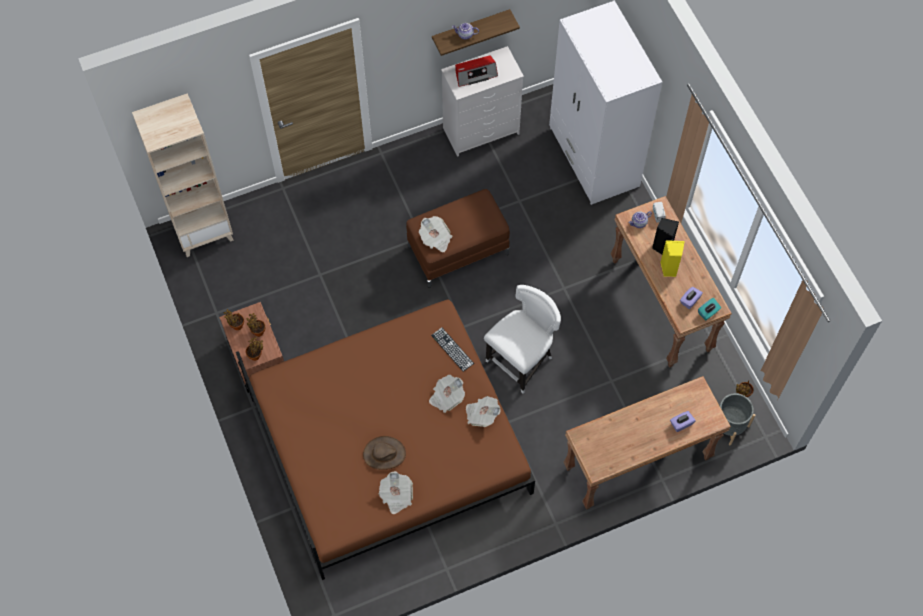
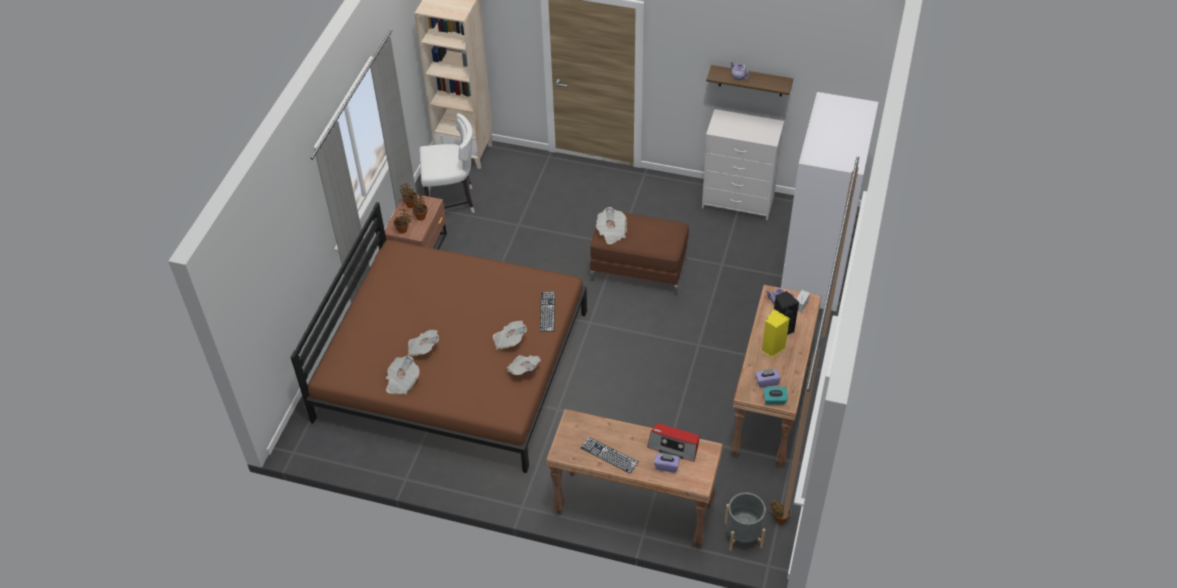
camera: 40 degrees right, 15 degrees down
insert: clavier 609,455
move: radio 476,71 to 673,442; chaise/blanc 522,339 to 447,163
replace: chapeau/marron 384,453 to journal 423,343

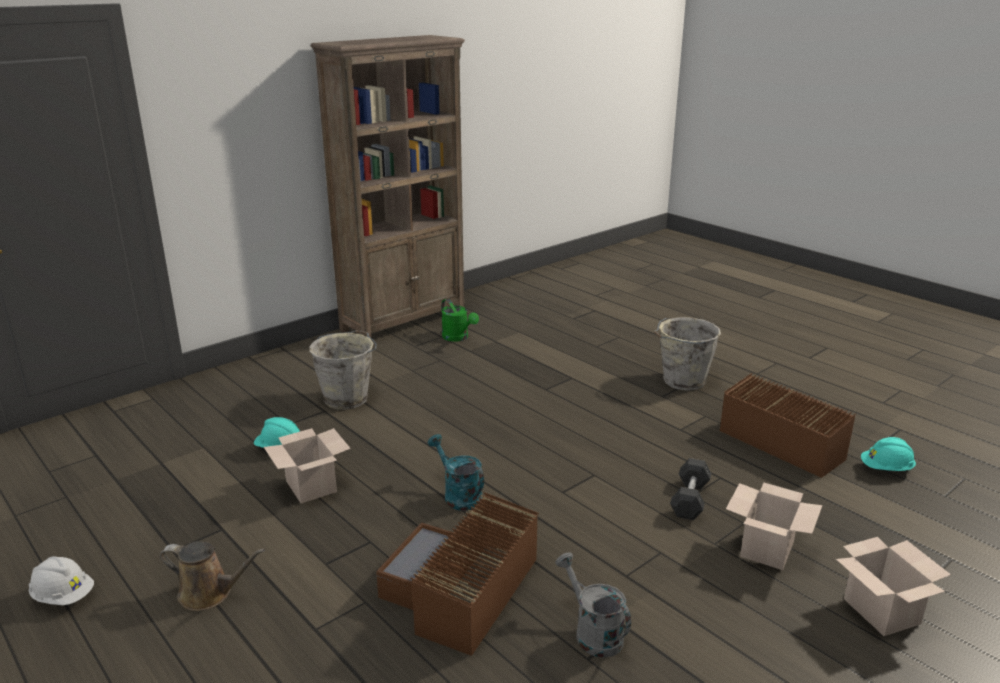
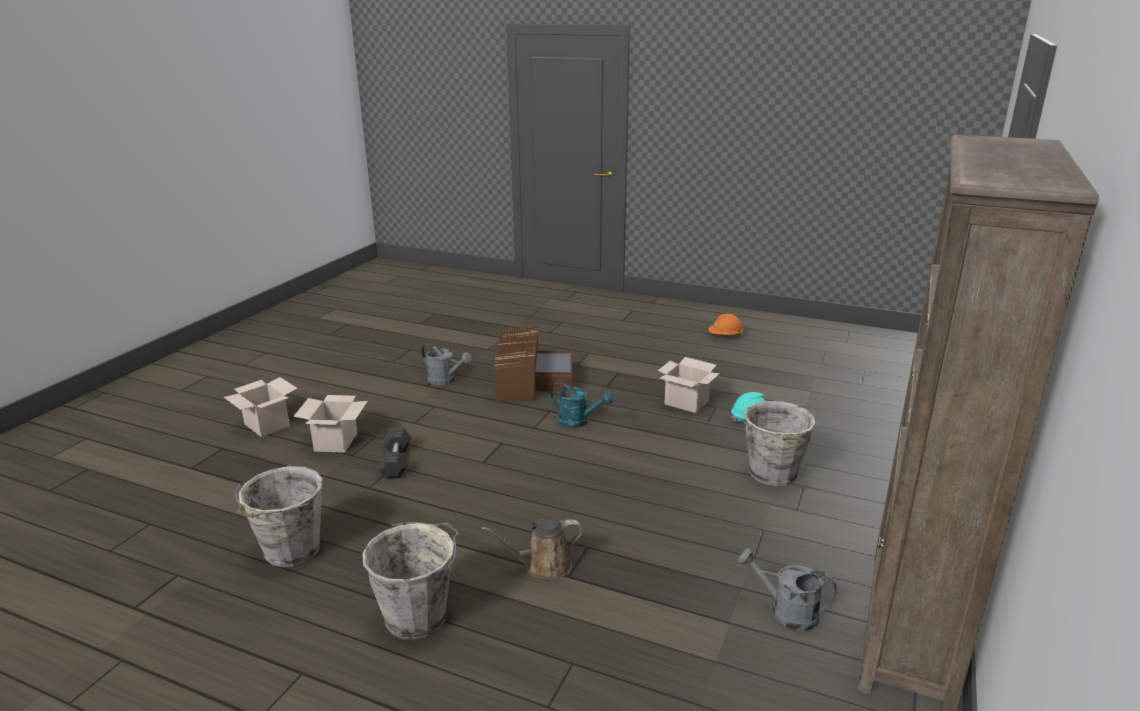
camera: 155 degrees right, 0 degrees up
delete: casque de chantier/turquoise 888,454
move: arrosoir/marron 212,576 to 532,549
replace: boîte de rangement/marron 788,425 to seau/gris 279,516
recolor: arrosoir/vert 460,320 to arrosoir/gris 787,589; casque de chantier/blanc 61,580 to casque de chantier/orange 726,325

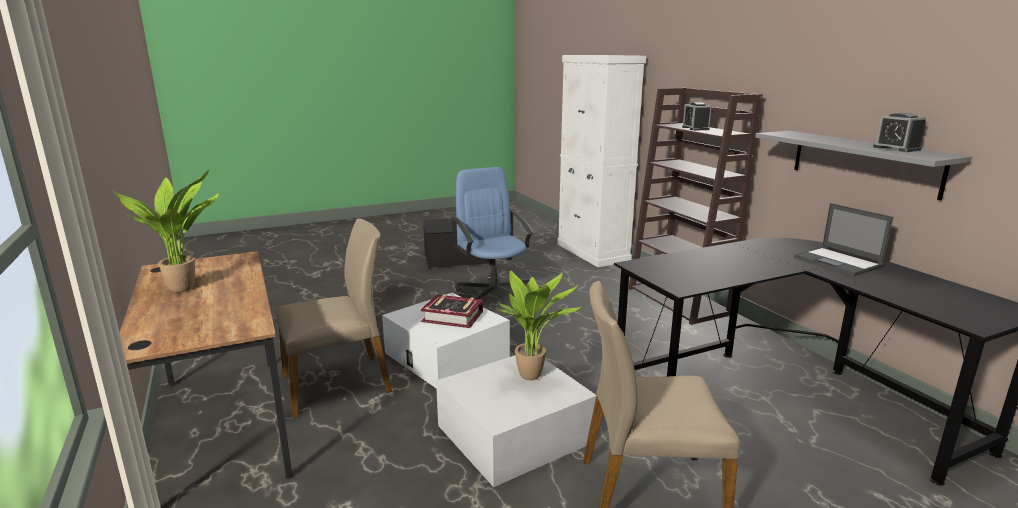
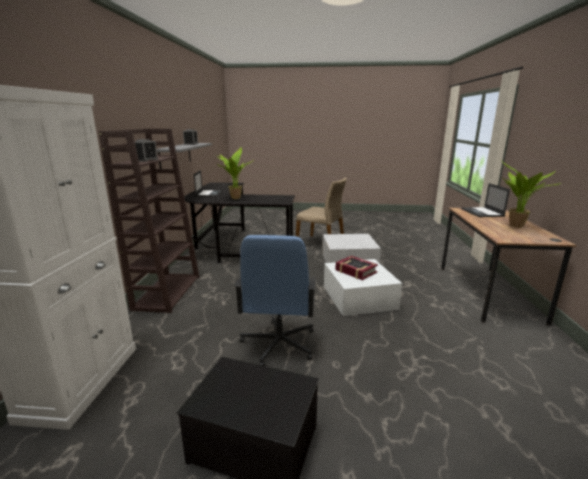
camera: 150 degrees left, 0 degrees up
delete: chaise/beige 334,318
insert: ordinateur portable 485,200
move: plante en pot 539,325 to 234,173

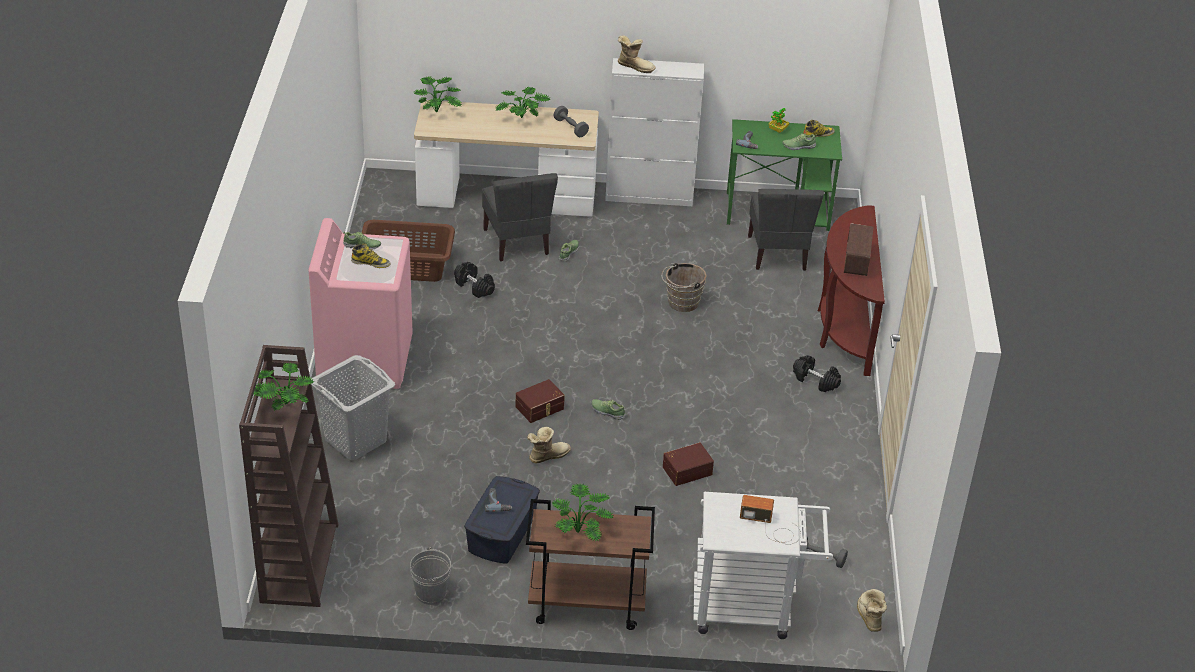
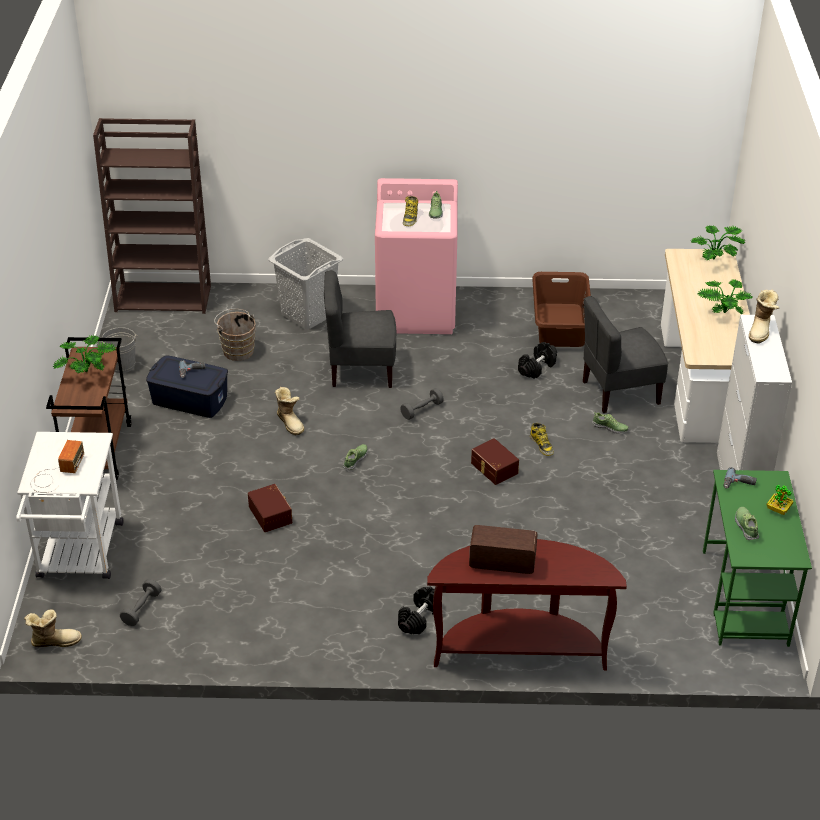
camera: 90 degrees right, 0 degrees up
delete: plante en pot 284,386
move: haltère/gris 571,121 to 422,404; botte 819,128 to 542,439; chaise/gris 786,230 to 360,329; seau/marron 684,287 to 235,335; boîte de rangement/marron 540,401 to 495,461

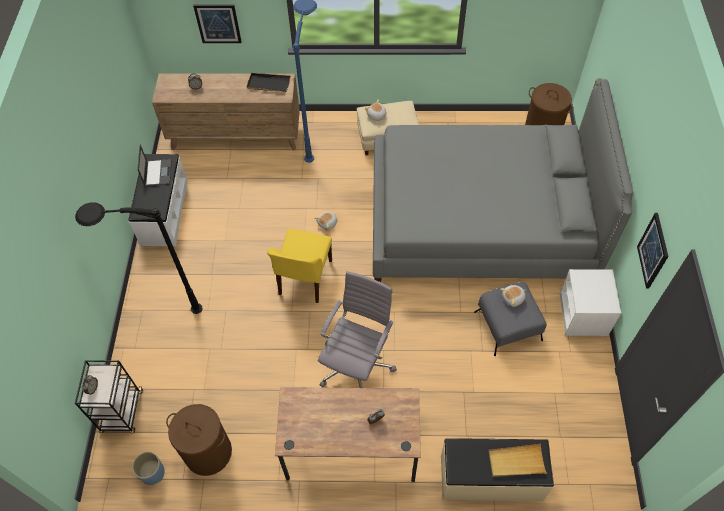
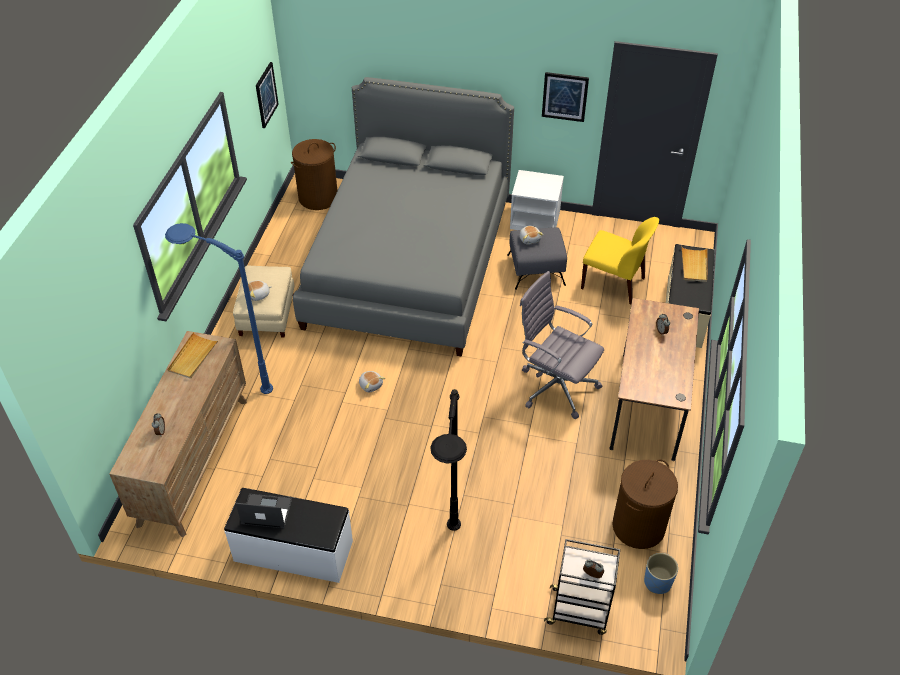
camera: 80 degrees left, 10 degrees down
move: tableau 217,23 to 267,95; chaise/jaune 299,266 to 620,260
recolor: plateau/noir 268,82 to plateau/beige 193,355

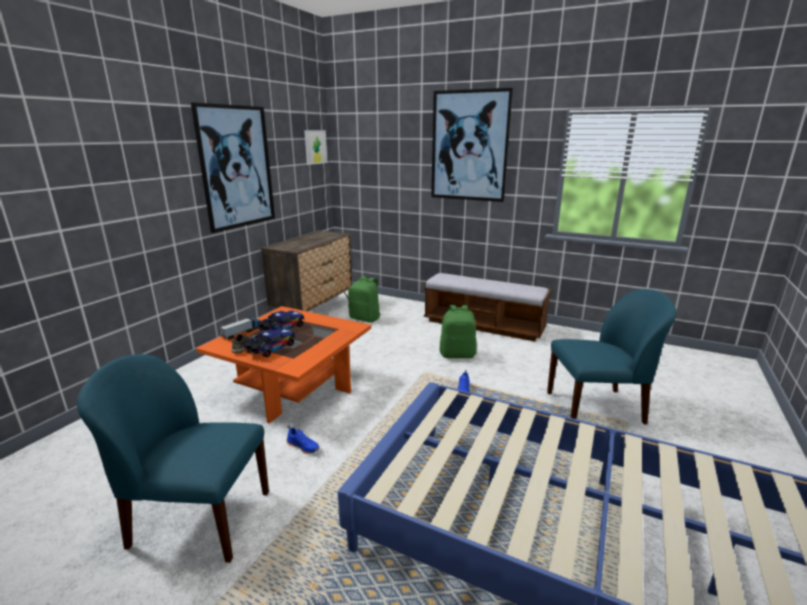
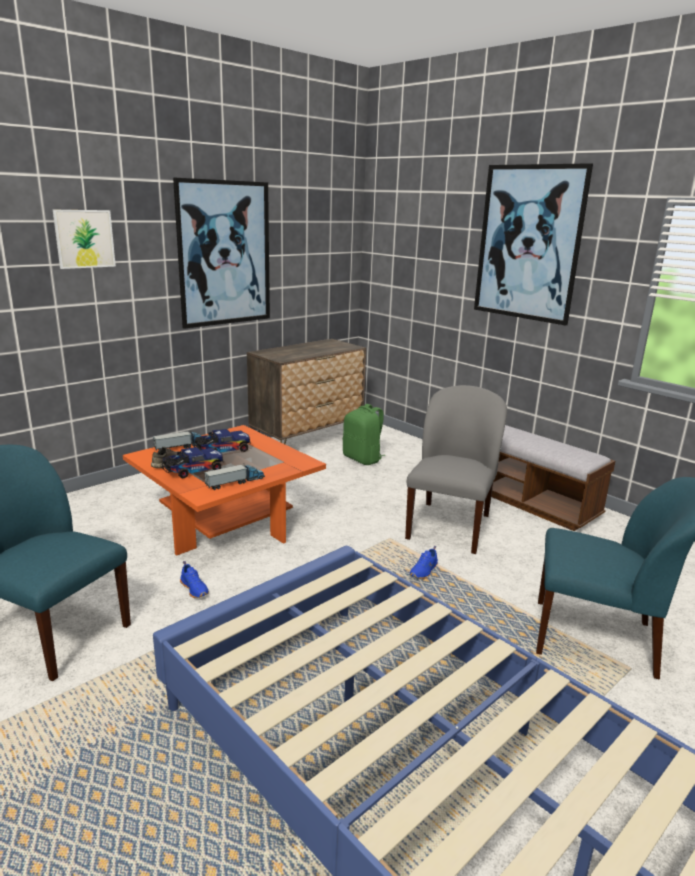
camera: 20 degrees right, 0 degrees up
insert: camion jouet 234,476
move: tableau 316,147 to 84,239
replace: sac à dos/vert 458,331 to chaise/gris 456,469

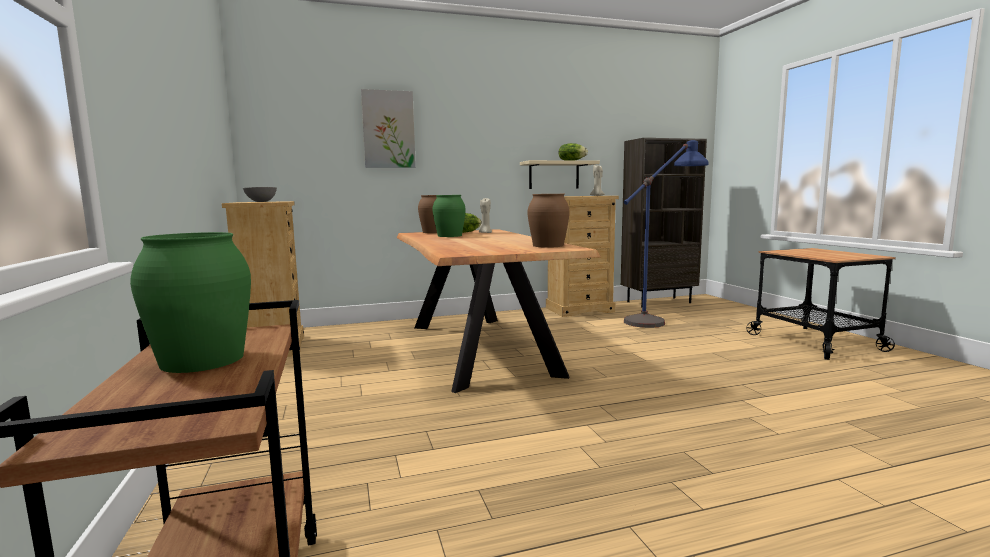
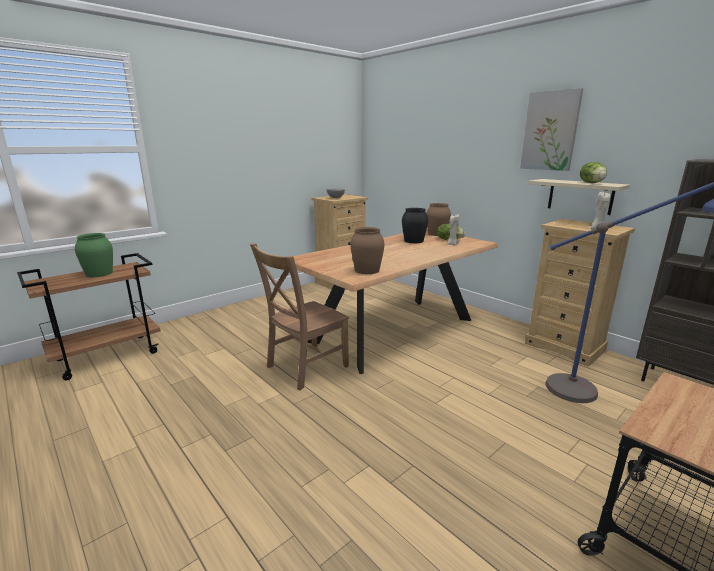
camera: 65 degrees right, 10 degrees up
insert: chaise/marron 299,316
move: tableau 388,128 to 551,129
recolor: vase/vert 449,216 to vase/noir 415,225

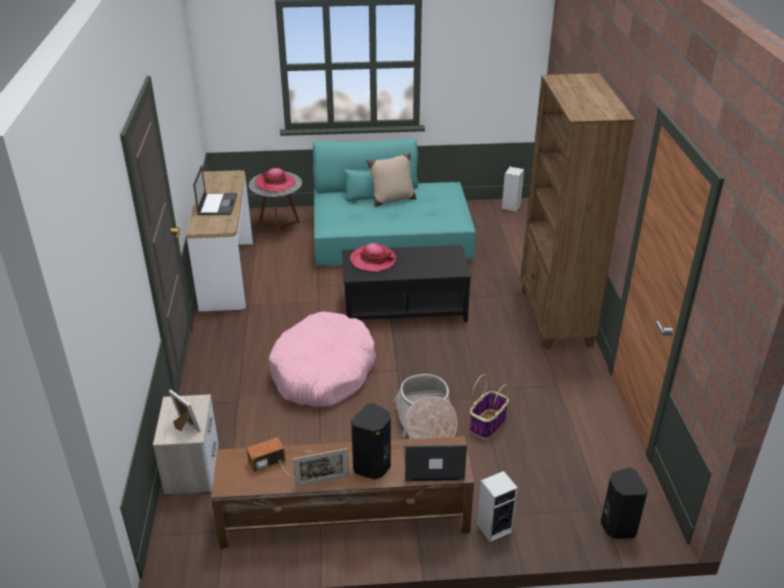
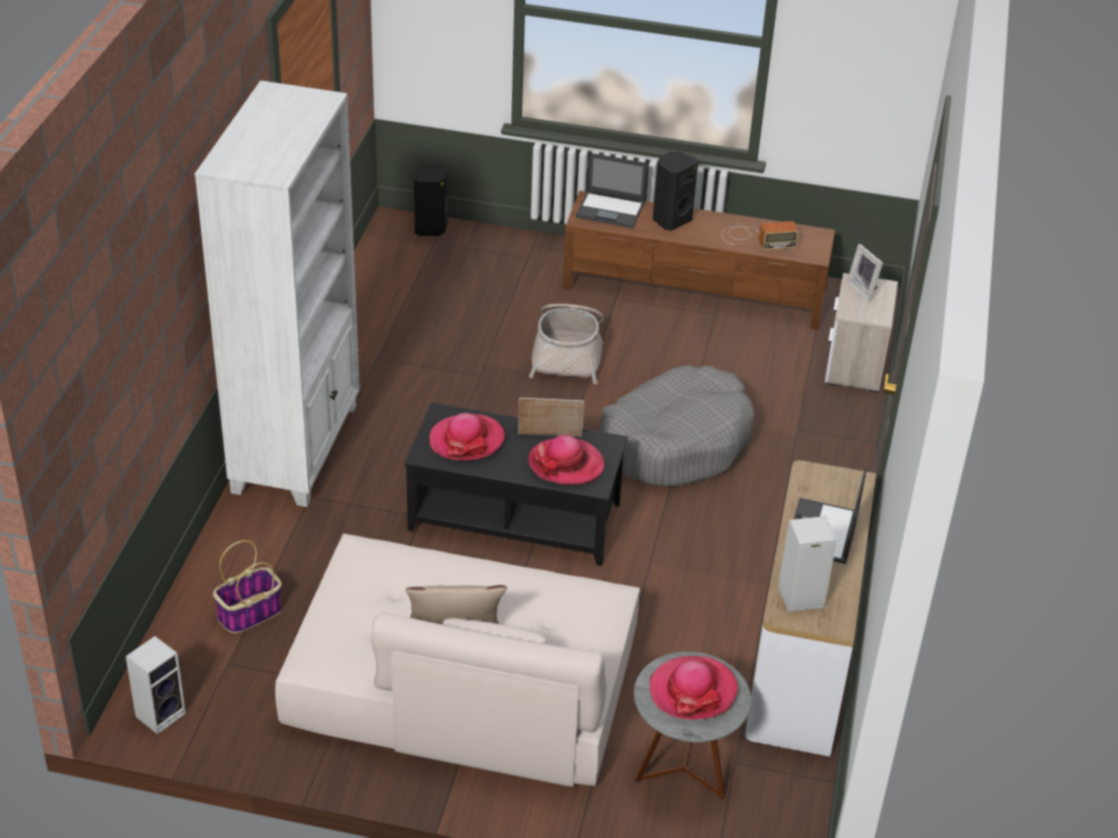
camera: 165 degrees left, 5 degrees up
insert: chapeau 467,437
move: panier 489,406 to 247,587; cadre photo 321,467 to 551,417; enceinte 497,506 to 807,564
recolor: bibliothèque/marron 577,211 to bibliothèque/blanc 277,293; canapé/turquoise 394,202 to canapé/beige 457,660; panier pour chien/rose 322,359 to panier pour chien/gris 677,426

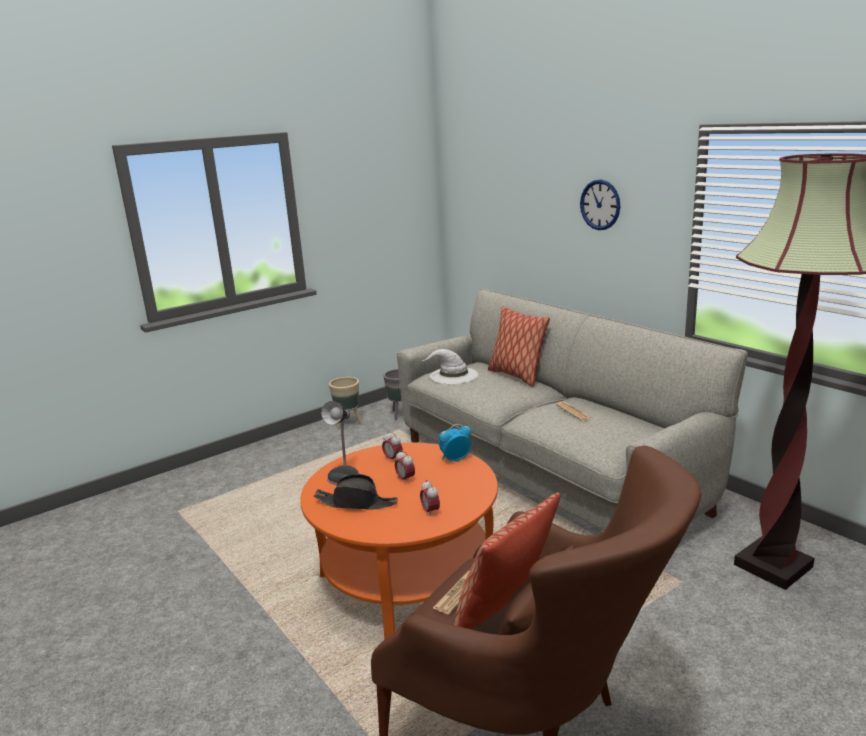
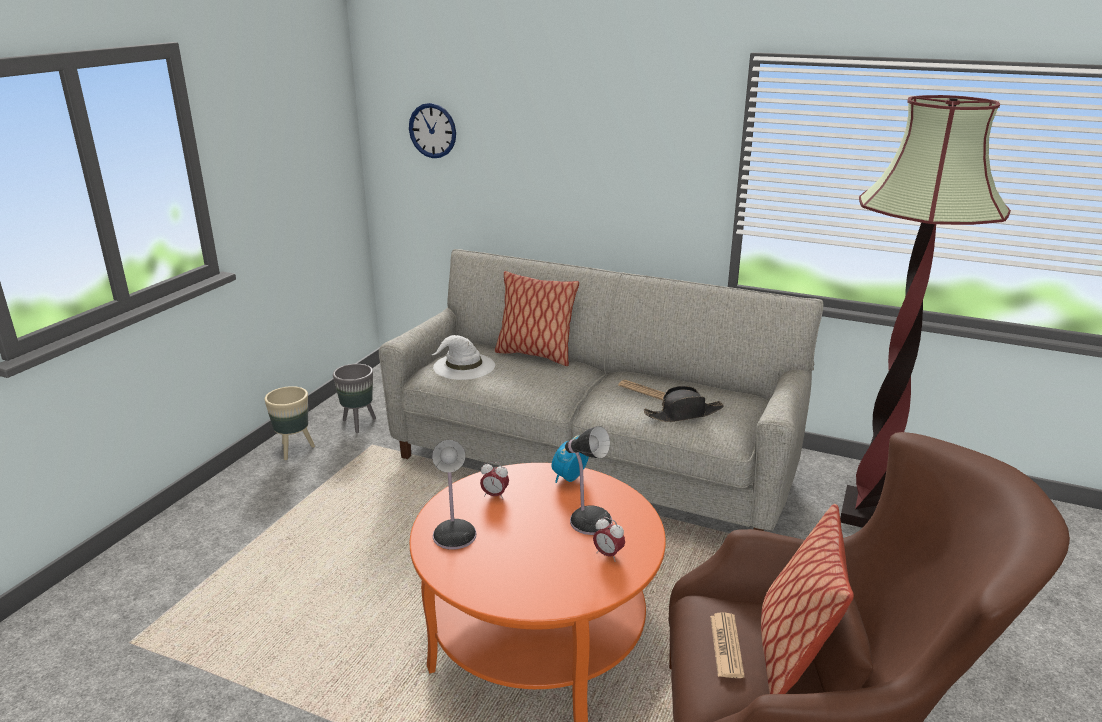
camera: 30 degrees left, 5 degrees up
delete: réveil 405,467
insert: lampe de table 589,480
move: horloge murale 600,204 to 432,130; chapeau/noir 356,492 to 684,404

